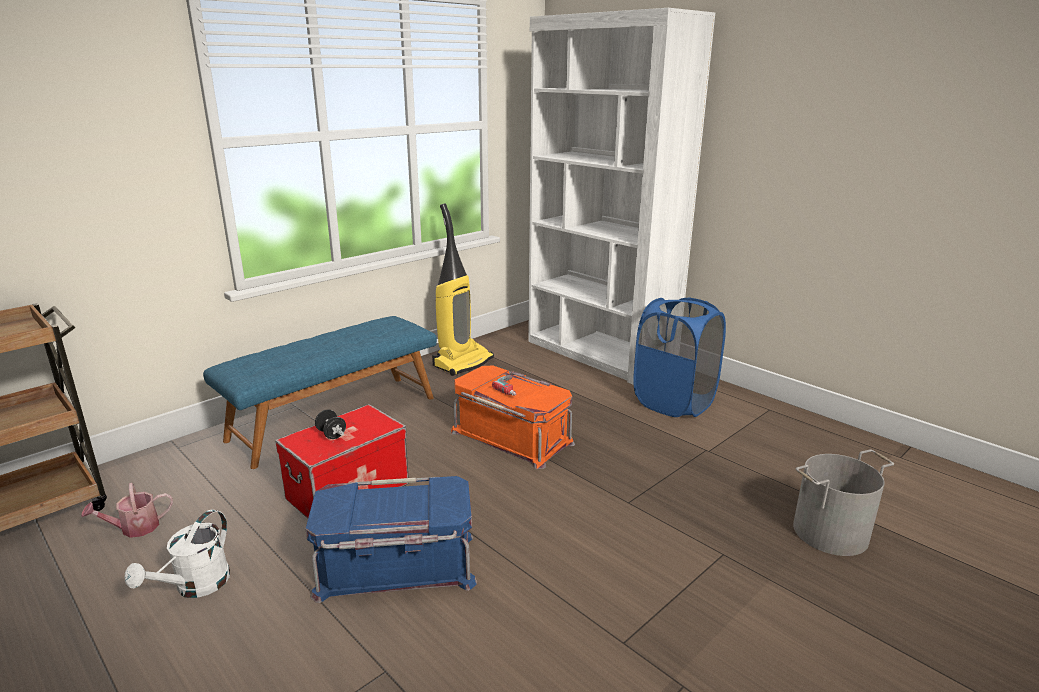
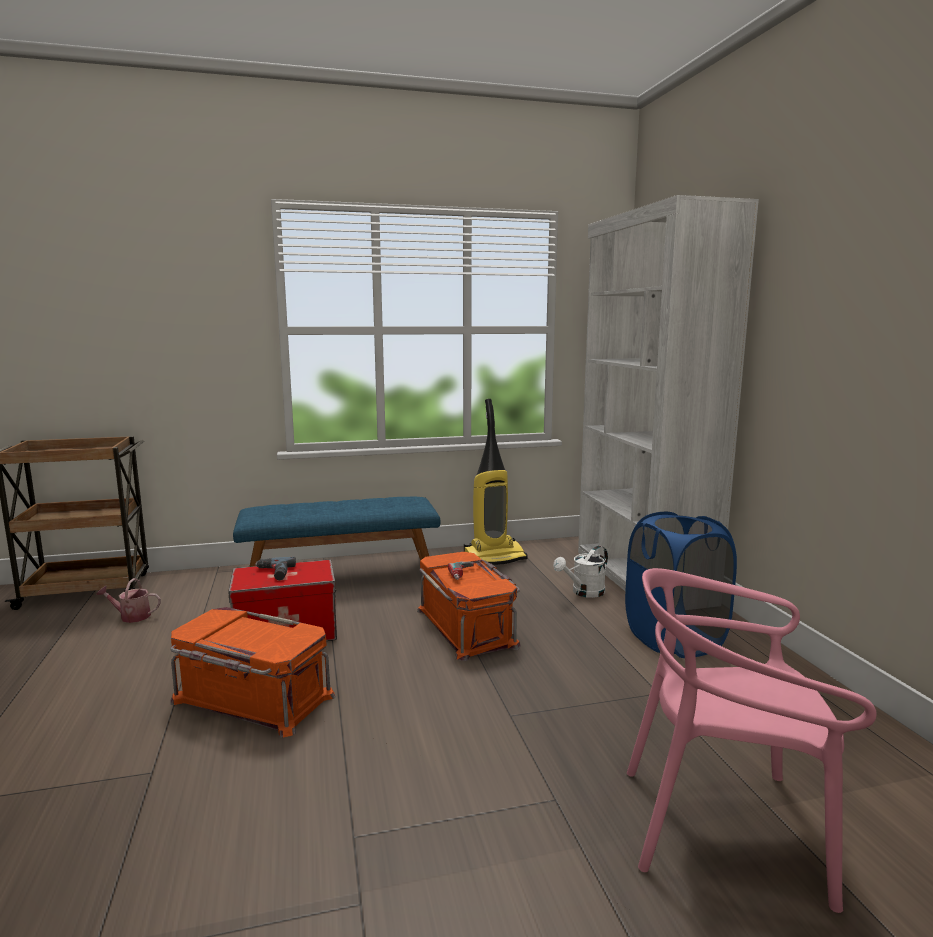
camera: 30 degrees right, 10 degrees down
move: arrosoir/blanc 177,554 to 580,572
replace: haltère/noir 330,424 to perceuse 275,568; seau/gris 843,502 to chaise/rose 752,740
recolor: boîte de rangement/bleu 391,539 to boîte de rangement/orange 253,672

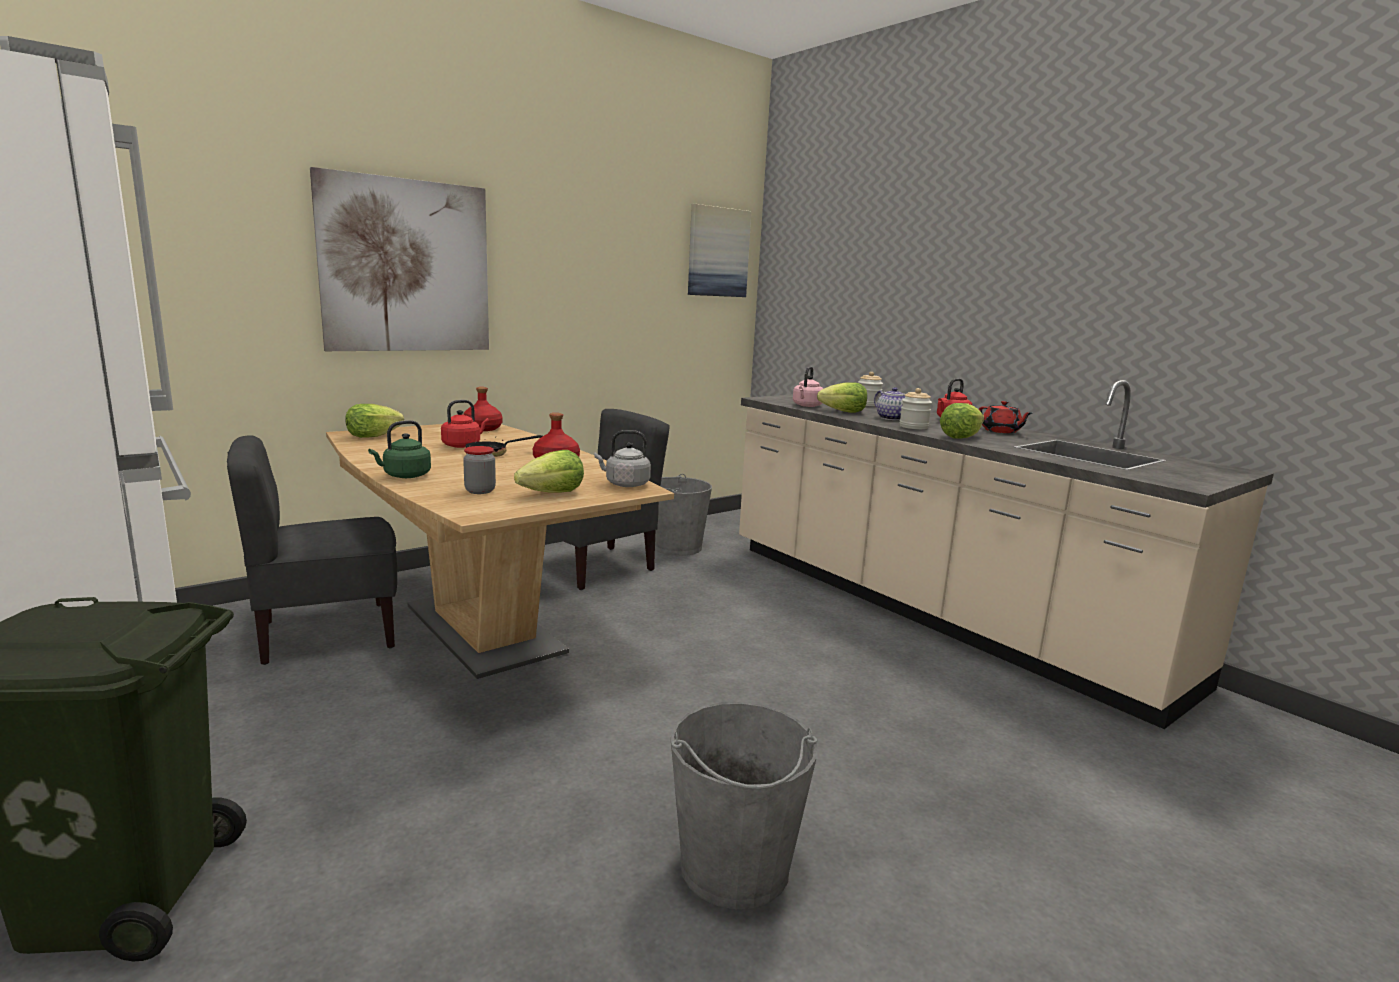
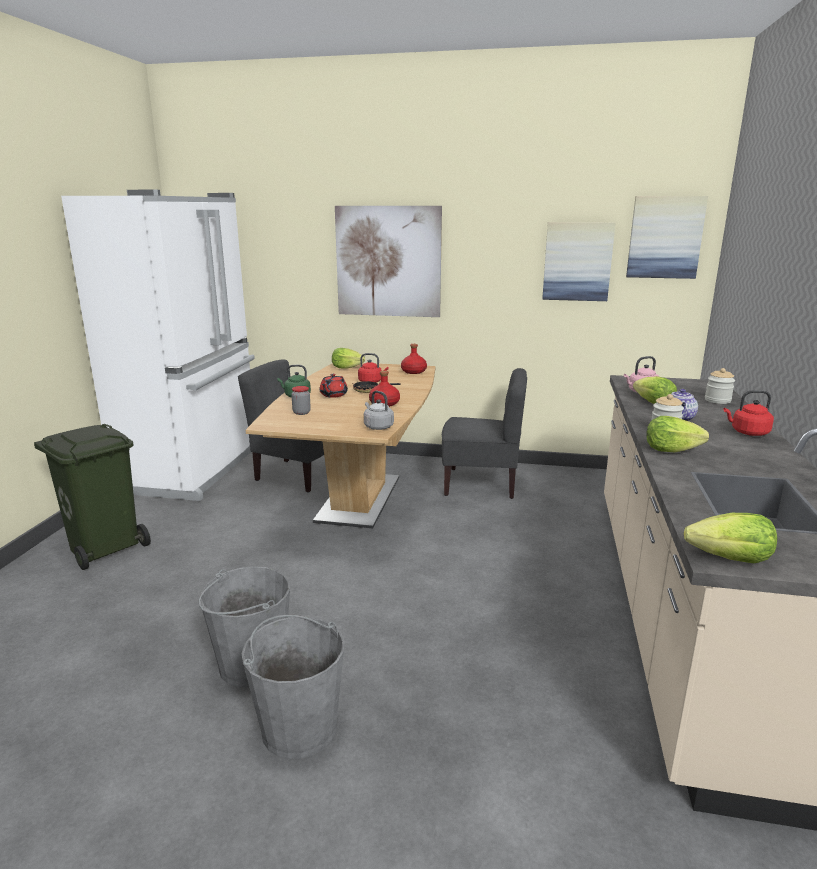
camera: 50 degrees right, 5 degrees up
insert: tableau 579,261
move: théière/rouge 1005,417 to 333,386; laitue 549,471 to 730,538; seau/gris 683,515 to 293,687

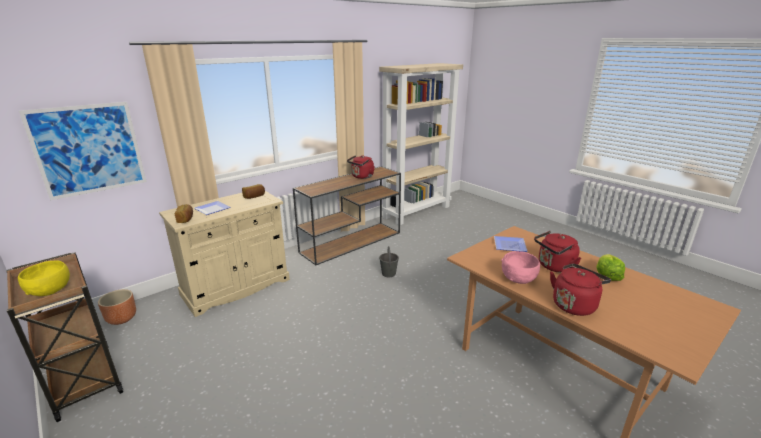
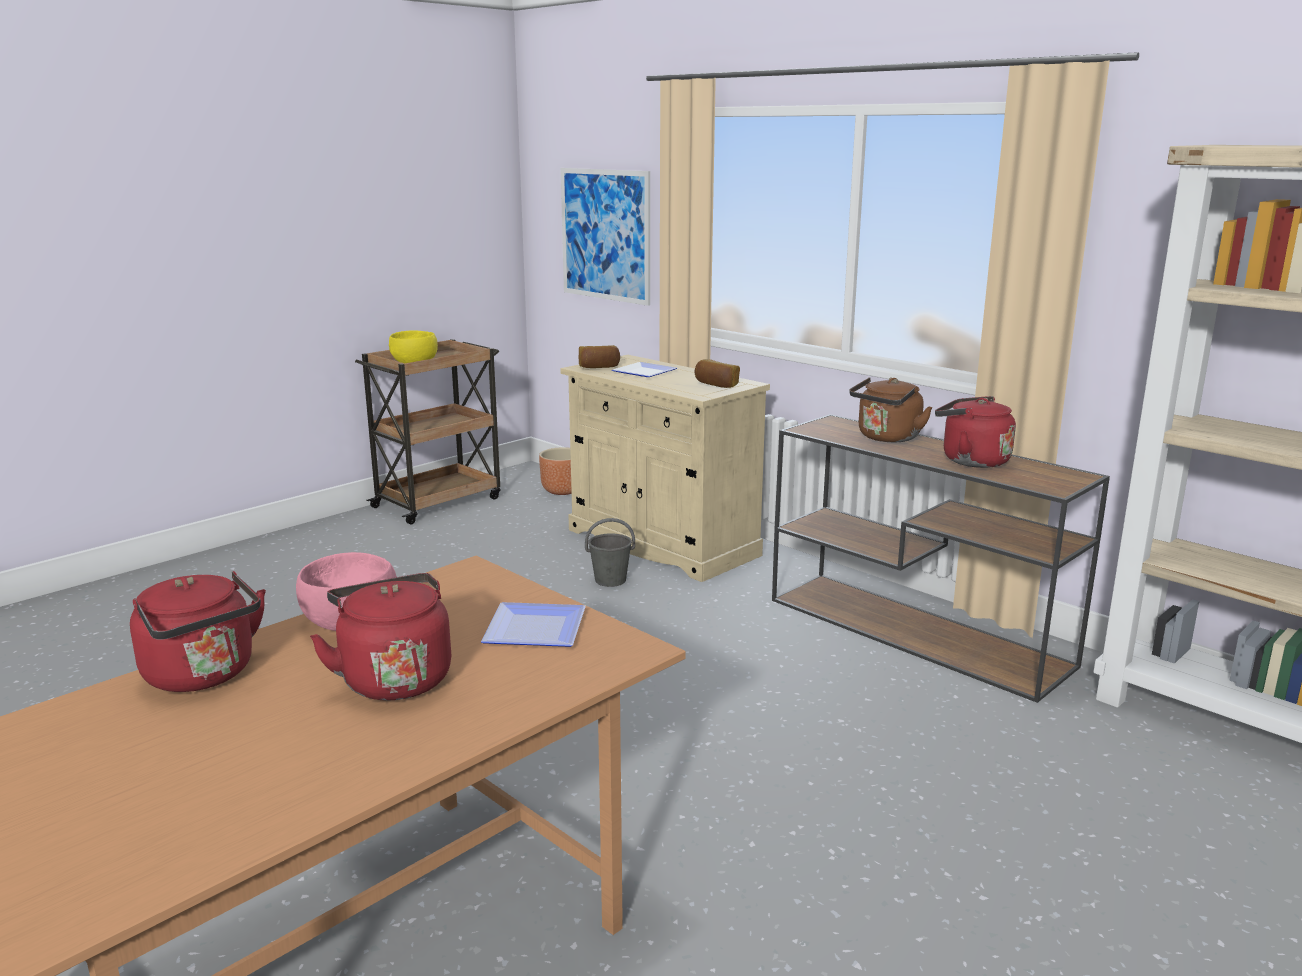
camera: 85 degrees right, 5 degrees down
delete: laitue 610,267
insert: bouilloire/marron 891,409
move: seau/gris 389,261 to 610,552

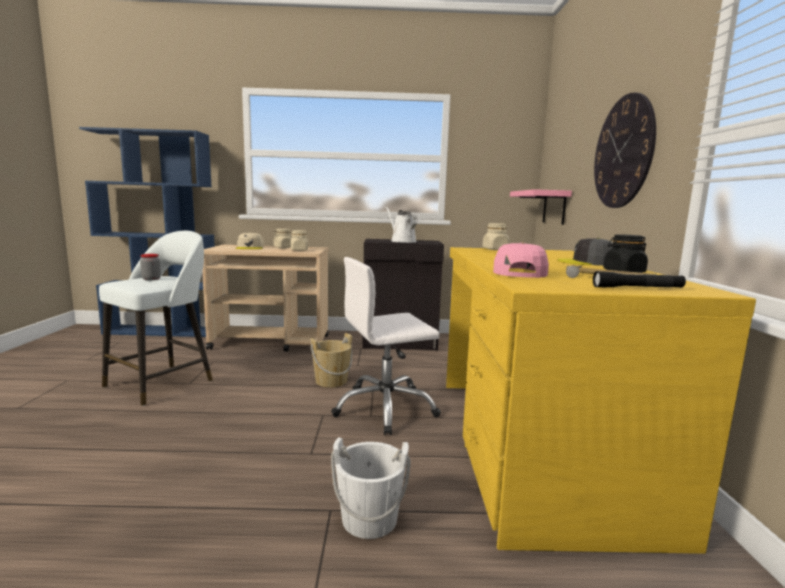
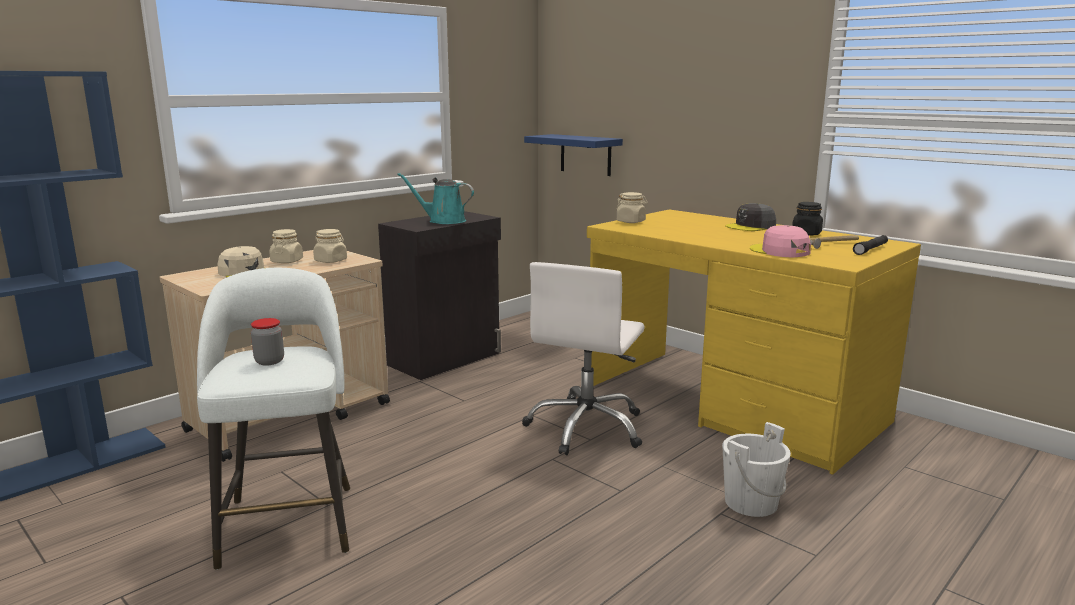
camera: 45 degrees left, 5 degrees up
delete: horloge murale 625,150; seau/beige 331,360
recolor: étagère/rose 541,207 to étagère/bleu 573,155; arrosoir/blanc 401,225 to arrosoir/turquoise 435,198

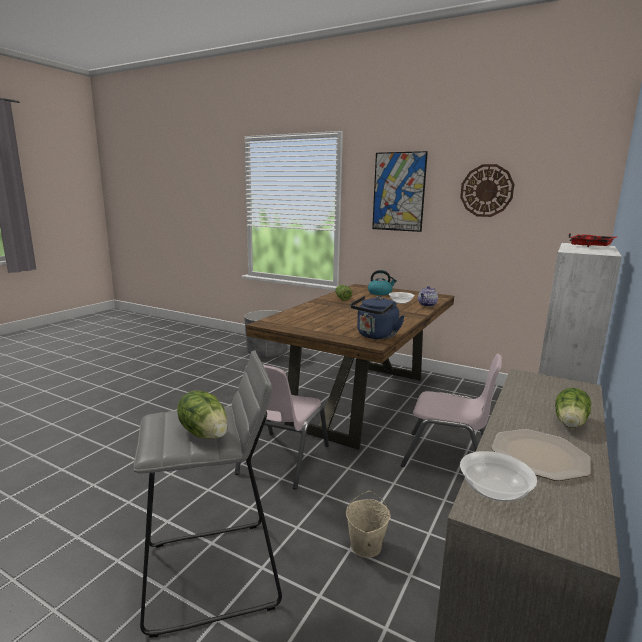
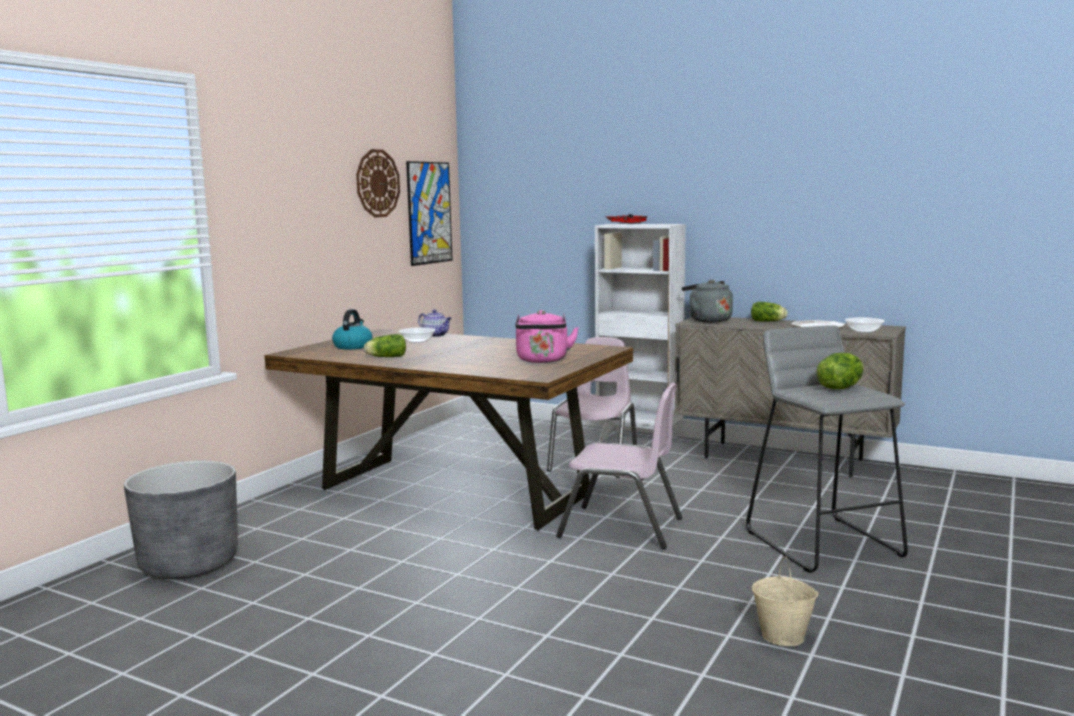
camera: 90 degrees left, 5 degrees down
delete: bouilloire/bleu 377,317
insert: bouilloire/gris 707,301; bouilloire/rose 547,336
move: tableau 400,191 to 429,213; seau/beige 368,524 to 785,601

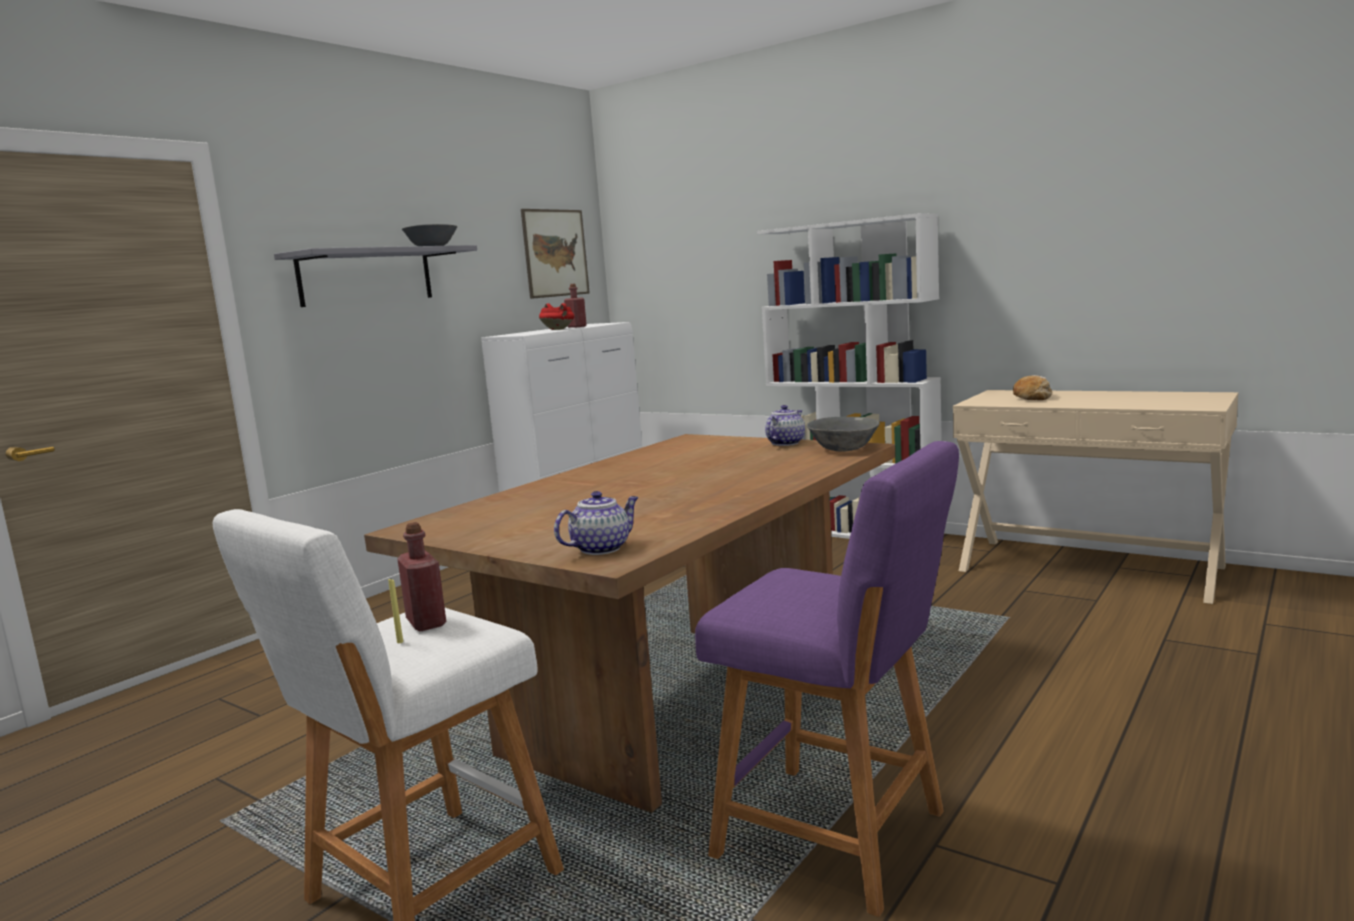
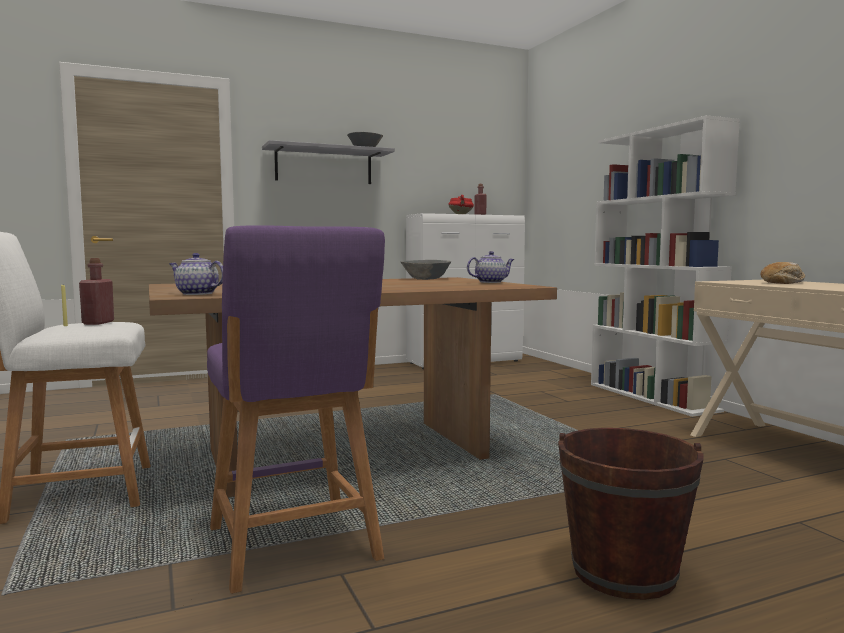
camera: 30 degrees right, 5 degrees down
delete: tableau 555,254
insert: seau/marron 630,514
move: bol/gris 843,434 to 426,270
rotate: théière 596,523 = 196,274 150 degrees counterclockwise

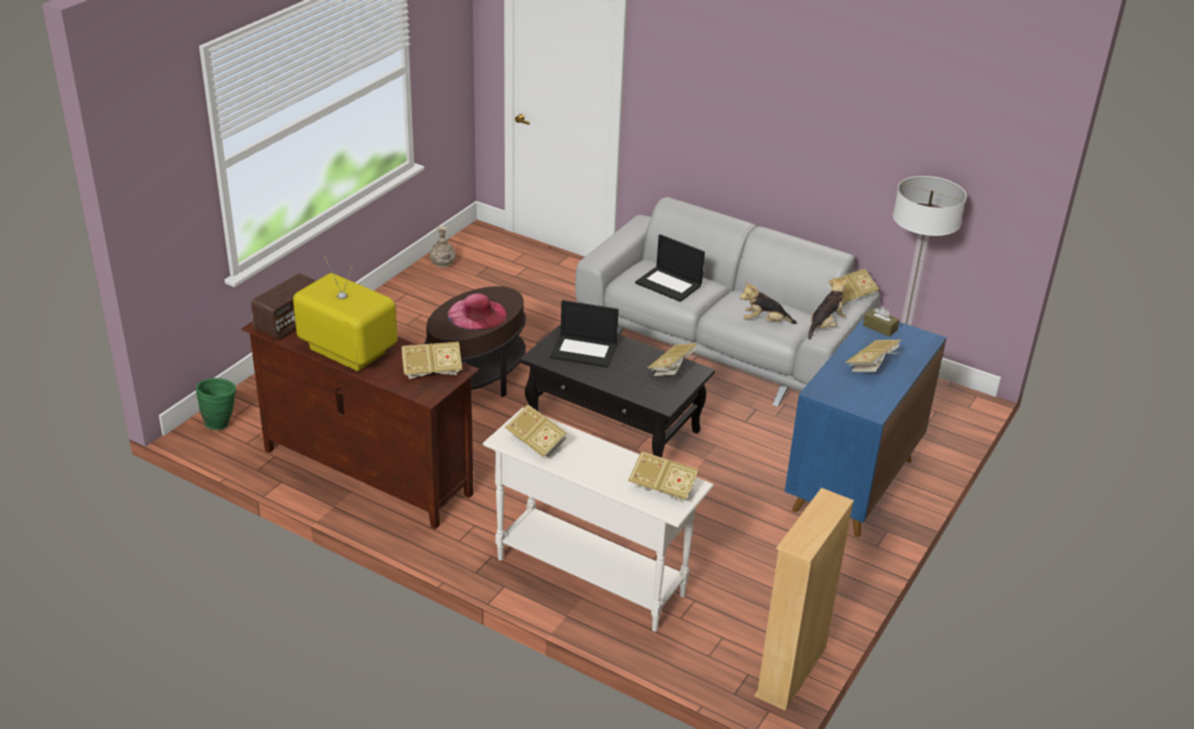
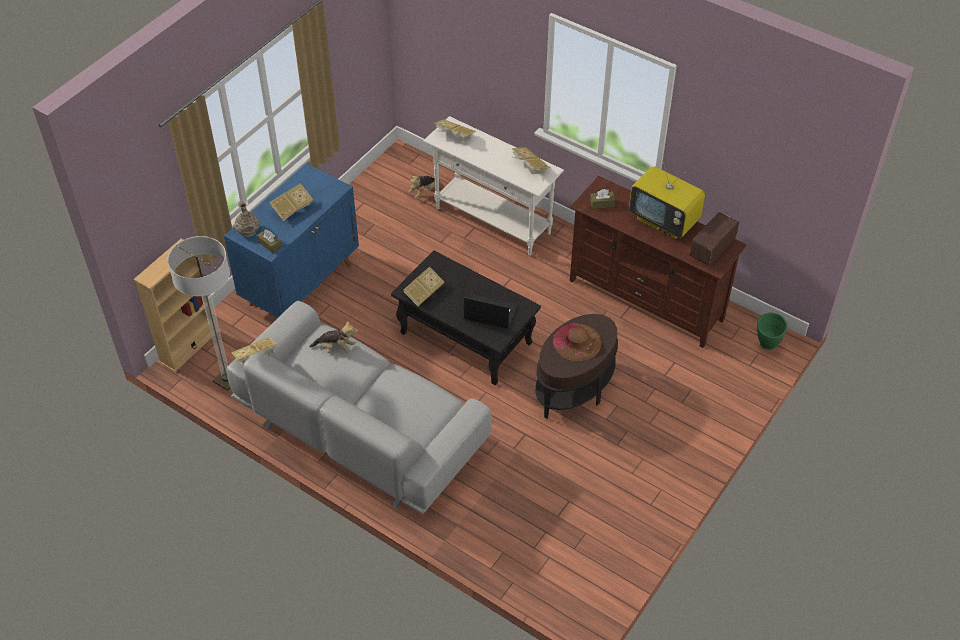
camera: 175 degrees left, 15 degrees up
delete: ordinateur portable 670,268
move: vase 443,246 to 247,218; peluche 827,308 to 424,187; bibliothèque/beige 804,599 to 173,305
replace: livre 431,360 to boîte à mouchoirs/marron 602,199
recolor: chapeau/rose 477,311 to chapeau/marron 577,342

